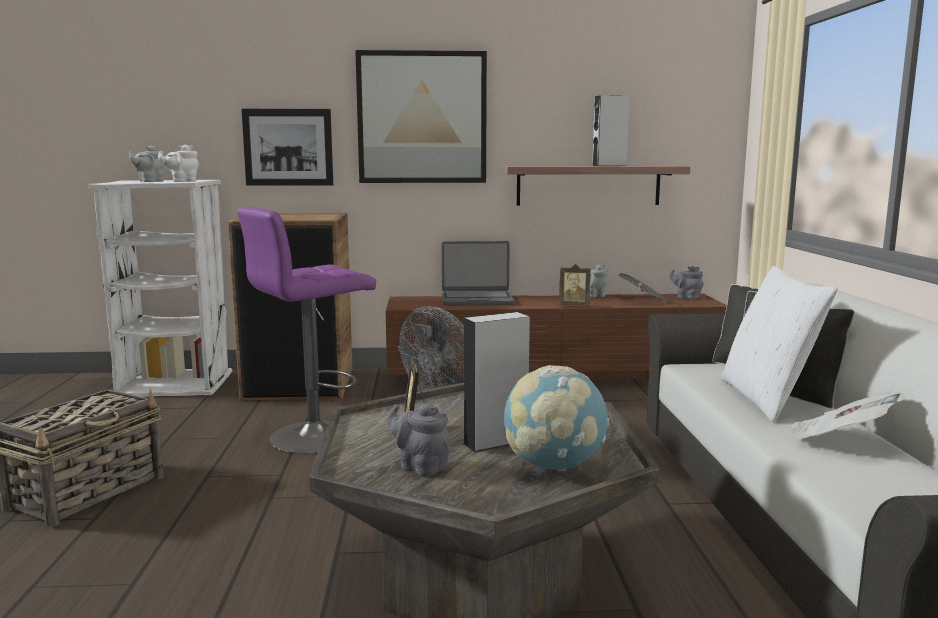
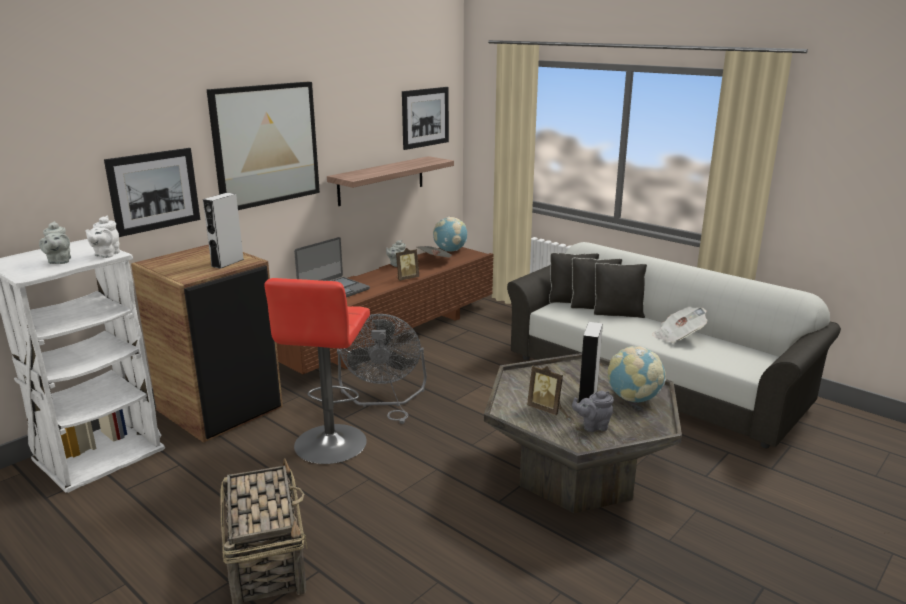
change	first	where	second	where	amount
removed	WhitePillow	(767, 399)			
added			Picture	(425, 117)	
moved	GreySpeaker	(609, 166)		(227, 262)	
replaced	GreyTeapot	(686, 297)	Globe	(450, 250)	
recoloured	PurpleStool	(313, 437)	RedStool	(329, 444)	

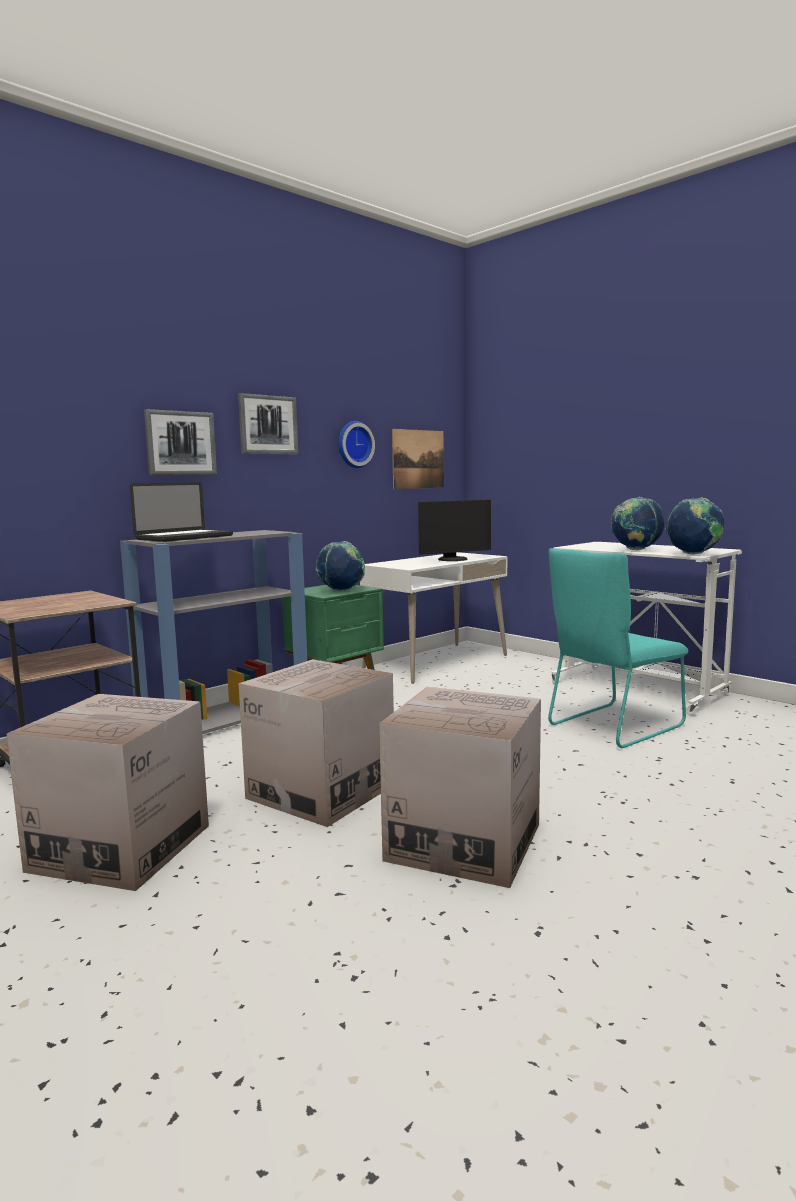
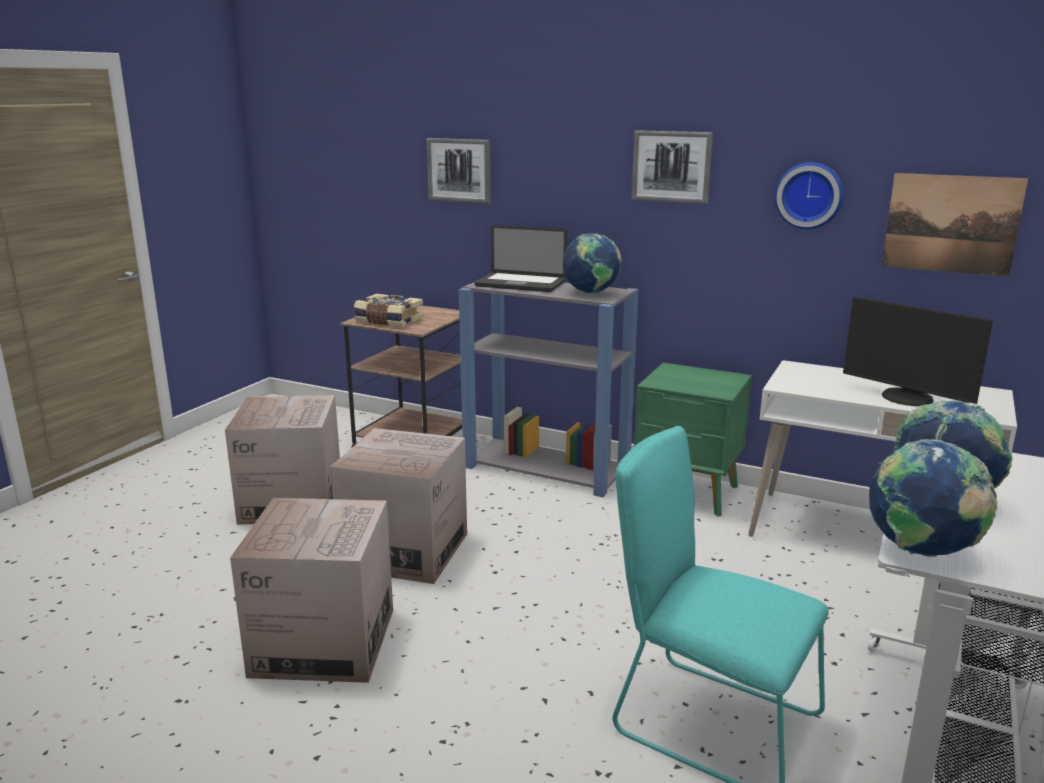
change	first	where	second	where	amount
added			Book	(388, 321)	
moved	Picture	(180, 443)		(459, 170)	
moved	Globe	(341, 591)		(591, 294)	

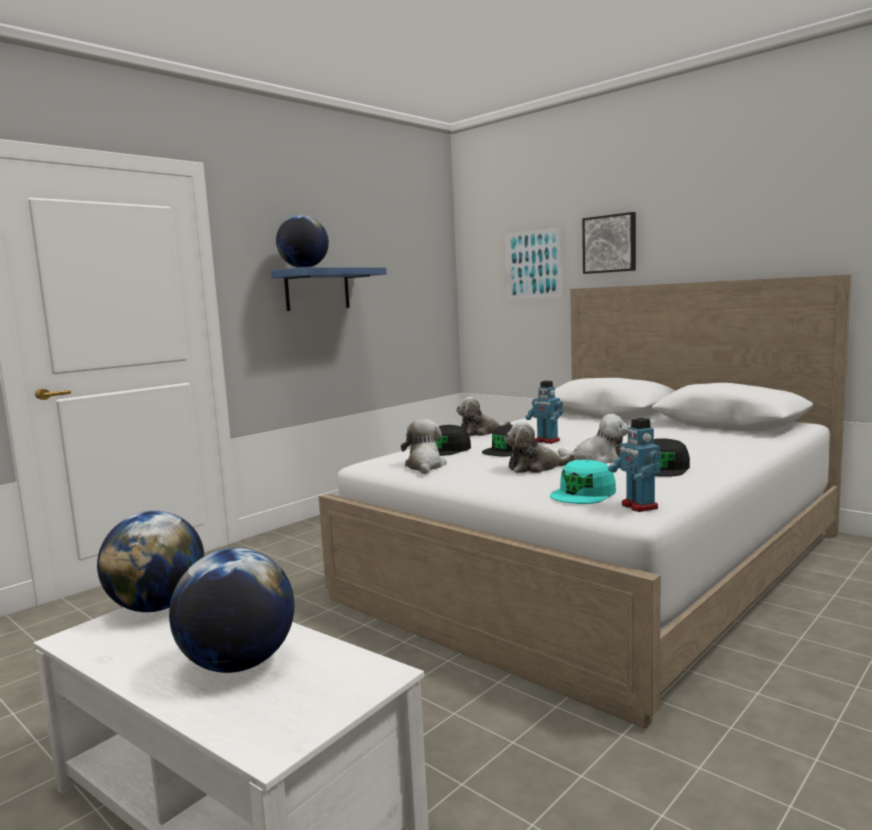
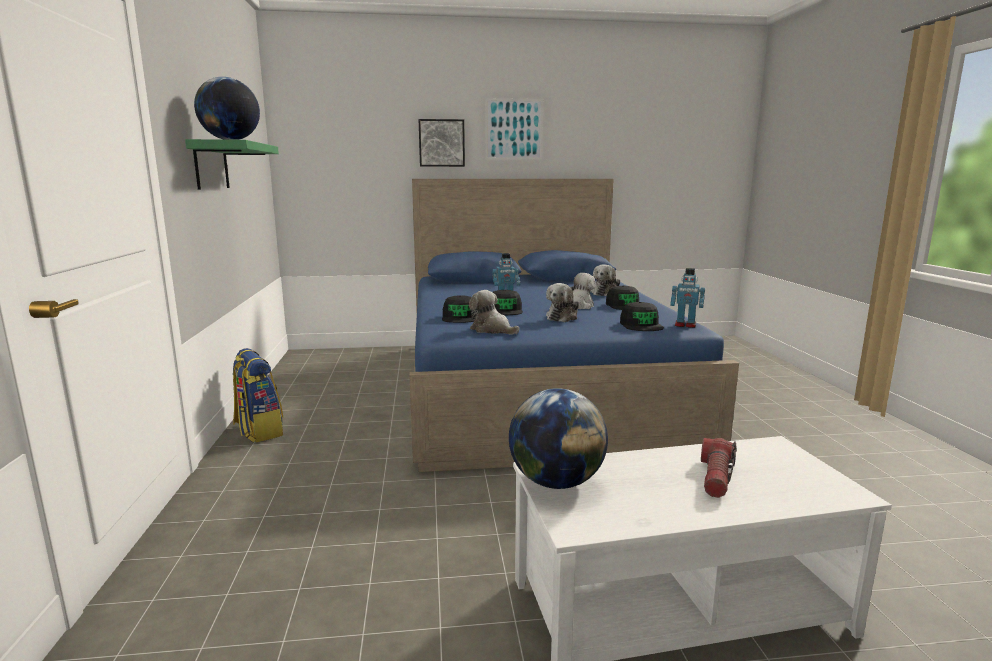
change	first	where	second	where	amount
added			Backpack	(258, 431)	
moved	PlushToy	(480, 432)		(605, 293)	
moved	Picture	(533, 264)		(514, 129)	
replaced	Globe	(239, 664)	Flashlight	(716, 477)	
recoloured	BlueShelf	(317, 289)	GreenShelf	(211, 166)	
recoloured	WhiteBed	(601, 564)	BlueBed	(536, 387)	
recoloured	TurquoiseCap	(583, 494)	BlackCap	(641, 325)	

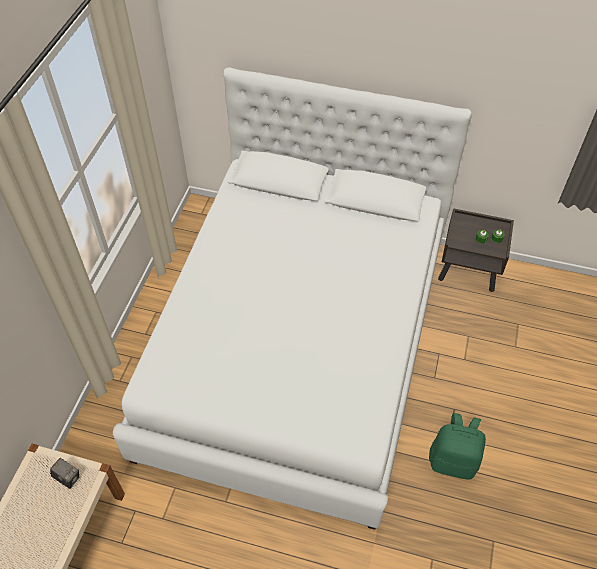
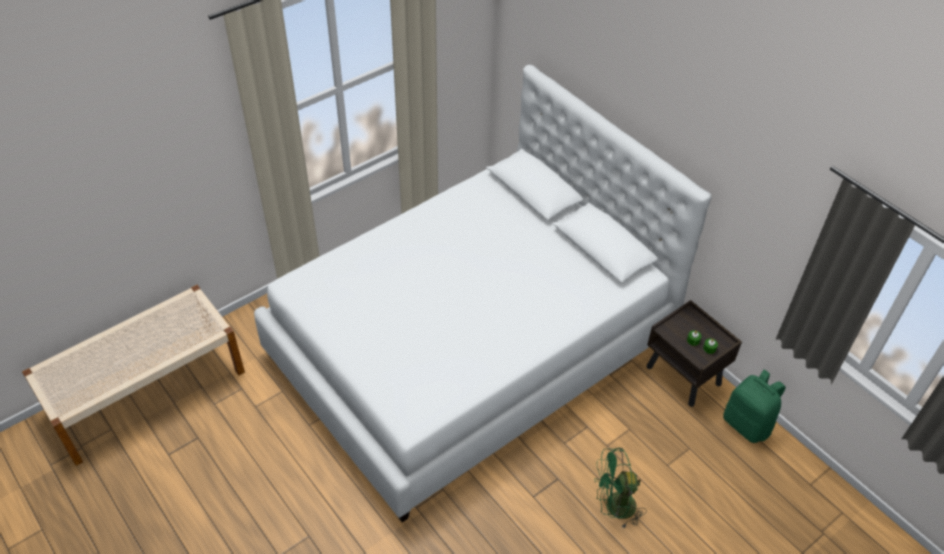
change	first	where	second	where	amount
removed	PhotoCamera	(68, 478)			
added			GreenFan	(614, 507)	
moved	GreenBackpack	(453, 461)		(747, 424)	

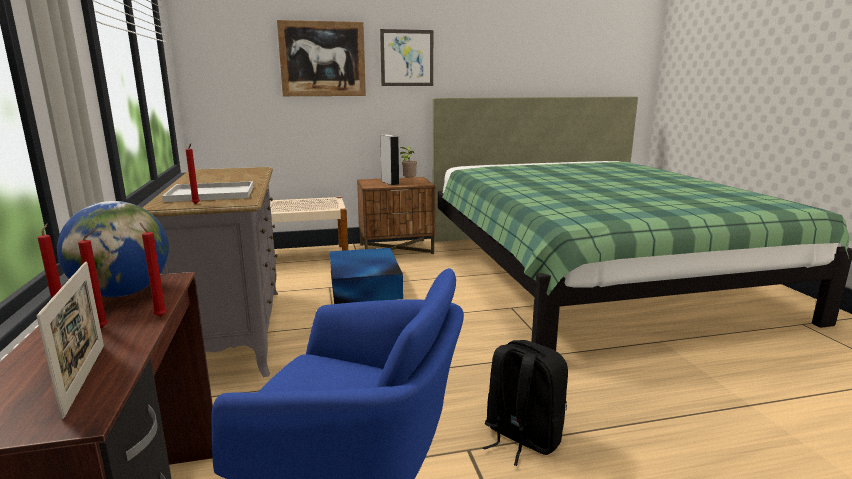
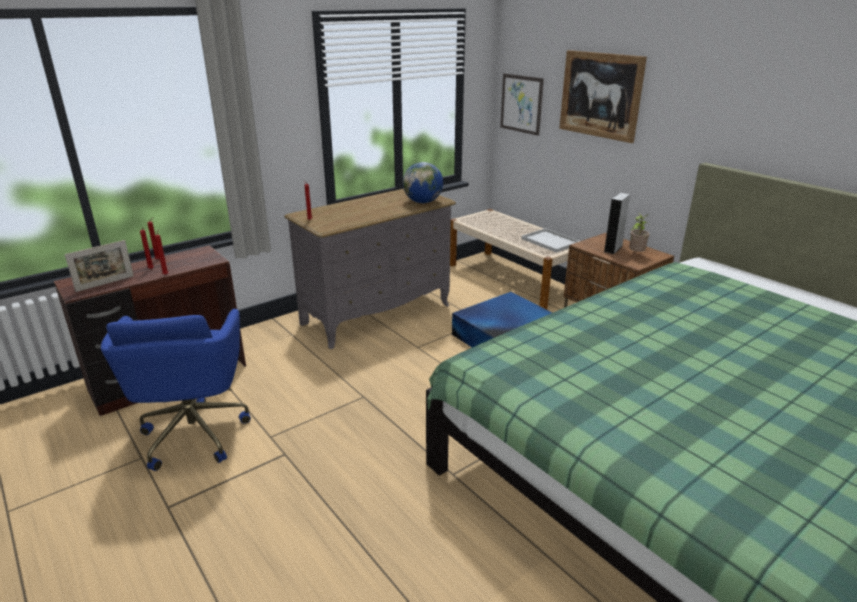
change	first	where	second	where	amount
removed	BlackBackpack	(521, 437)			
moved	Globe	(123, 293)		(423, 202)	
moved	WhiteTray	(209, 194)		(549, 241)	
moved	Picture	(407, 58)		(521, 104)	

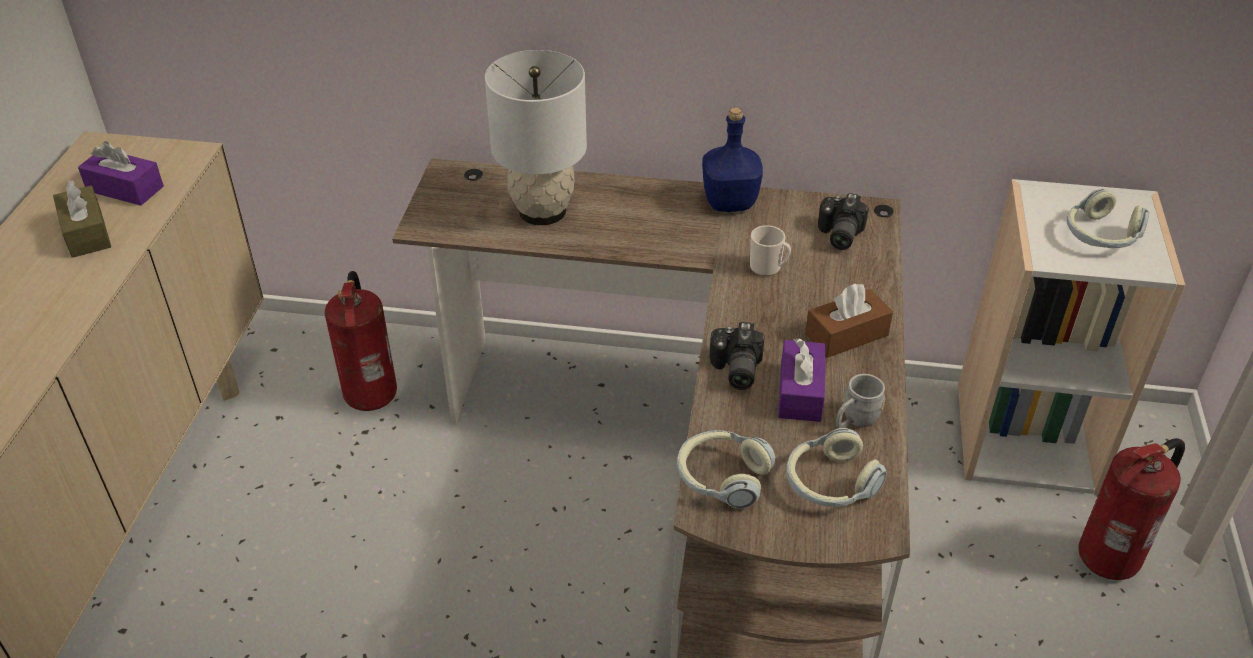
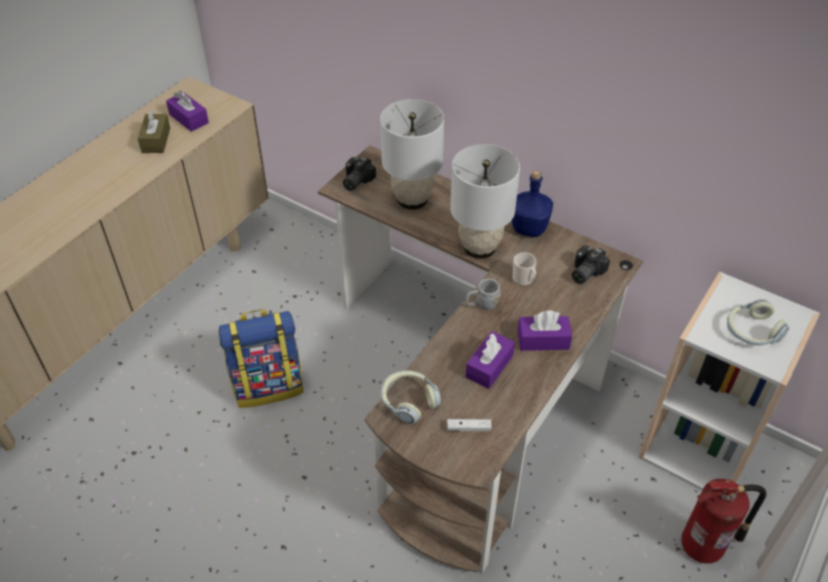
change	first	where	second	where	amount
removed	FireExtinguisher	(372, 393)			
added			Backpack	(268, 385)	
added			WhiteTableLamp	(479, 247)	
moved	PhotoCamera	(734, 370)		(355, 181)	
moved	GreyMug	(854, 421)		(482, 305)	
replaced	Headphones	(830, 483)	WhiteGameController	(468, 428)	
recoloured	BrownTissueBox	(846, 335)	PurpleTissueBox	(543, 340)	

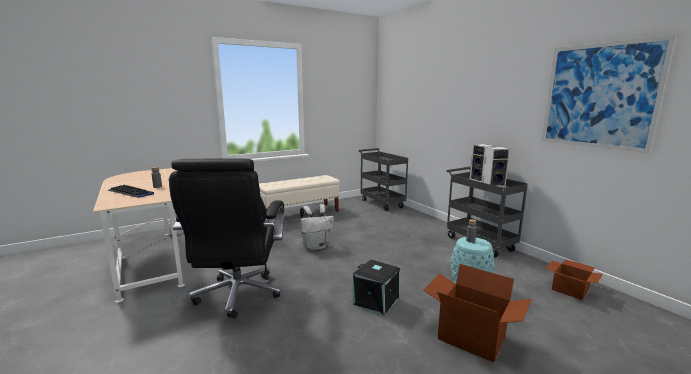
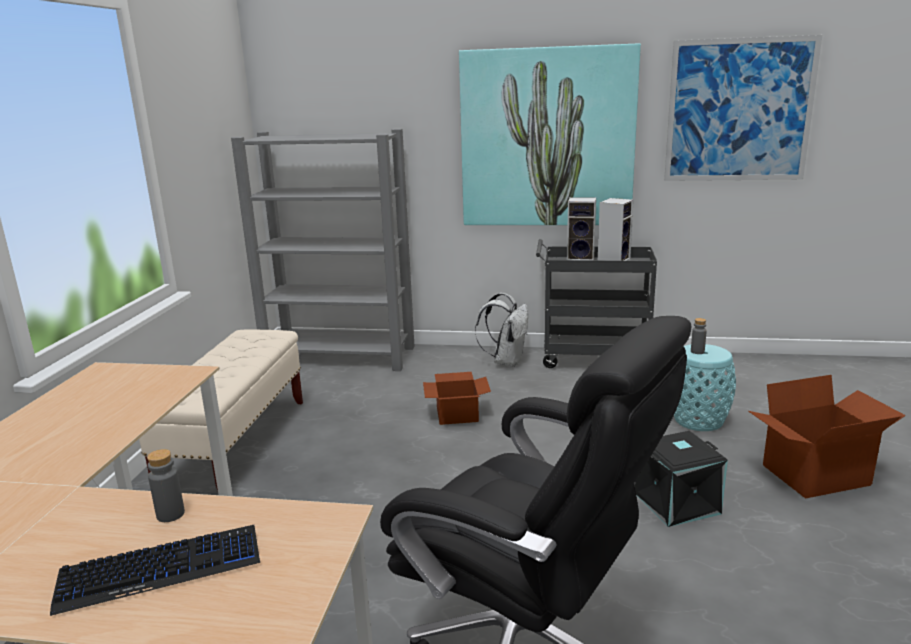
change	first	where	second	where	amount
added			Picture	(547, 138)	
moved	WhiteBackpack	(315, 246)		(506, 361)	
moved	CardboardBox	(570, 289)		(458, 413)	
replaced	GreyCart	(381, 204)	GreyBookcase	(340, 356)	

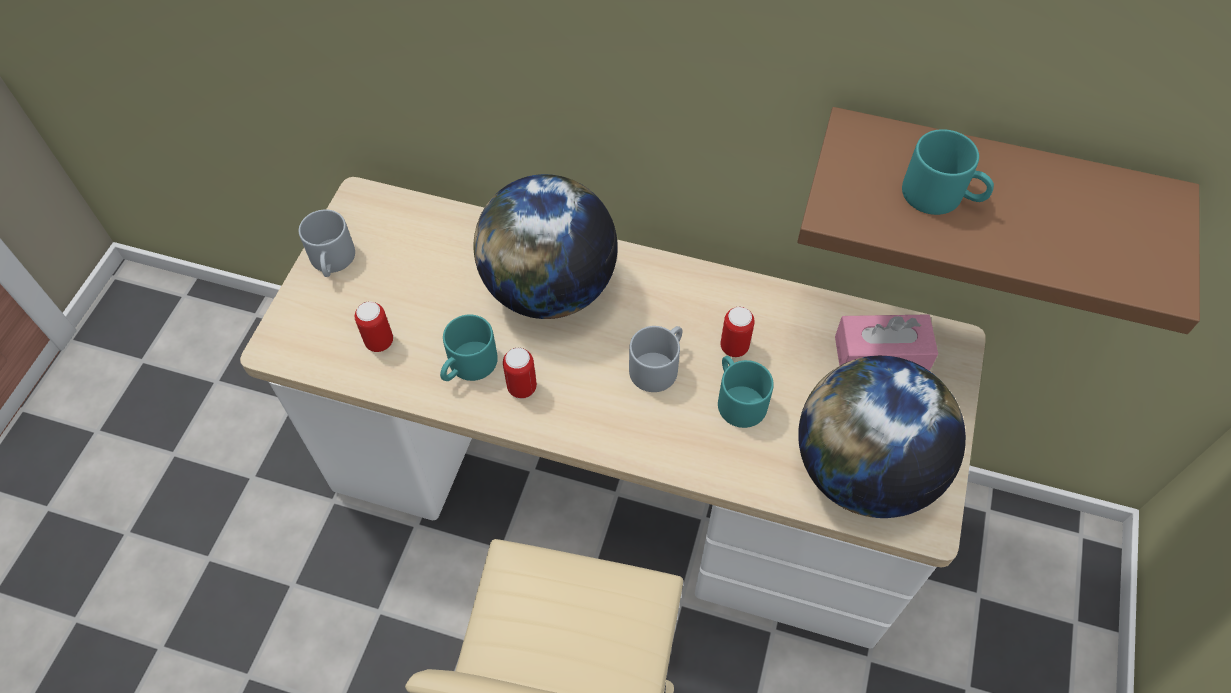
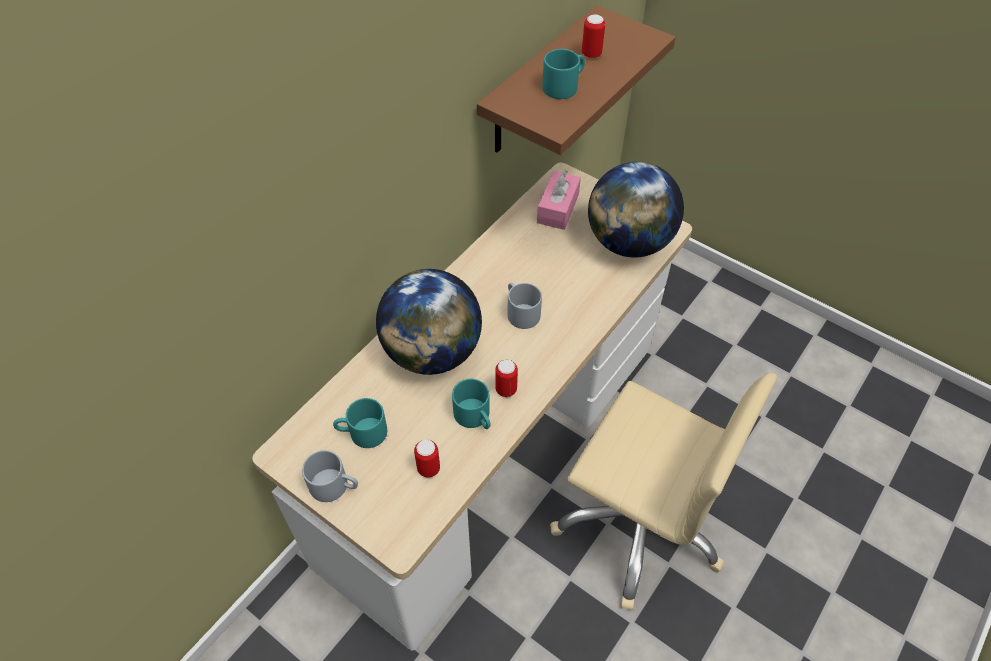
change	first	where	second	where	amount
moved	TurquoiseMug	(736, 399)		(362, 433)	
moved	Can	(734, 347)		(591, 54)	

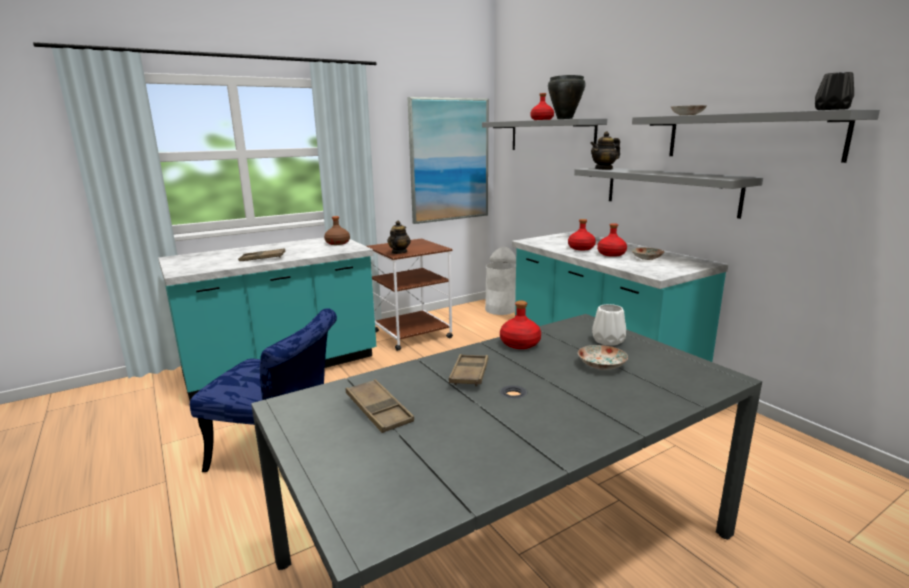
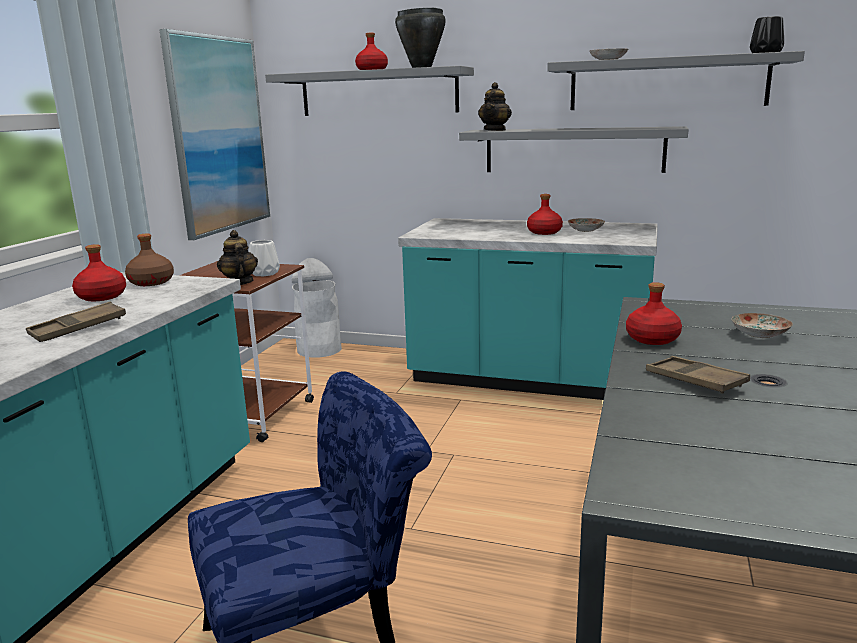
change	first	where	second	where	amount
removed	BrownTray	(379, 410)			
moved	RedBottle	(581, 248)		(101, 297)	
moved	WhiteVase	(608, 340)		(265, 273)	

